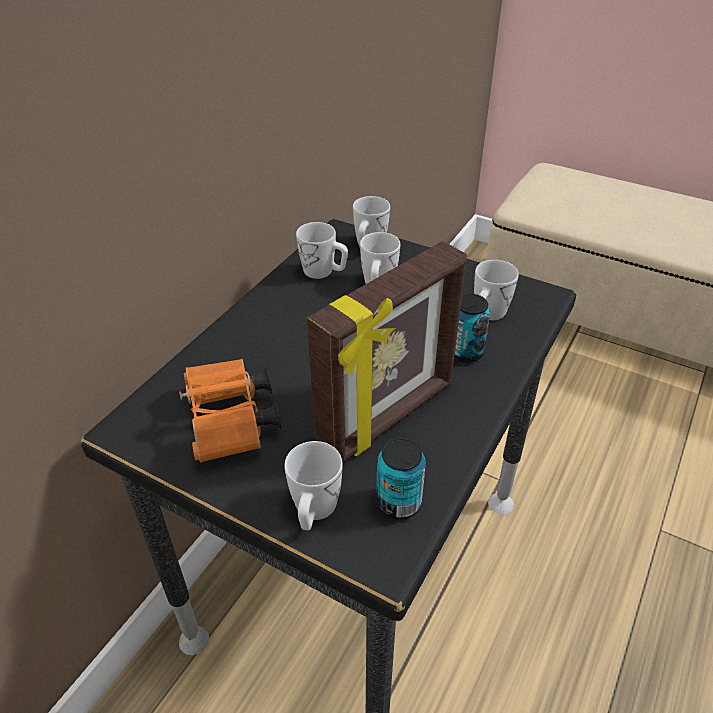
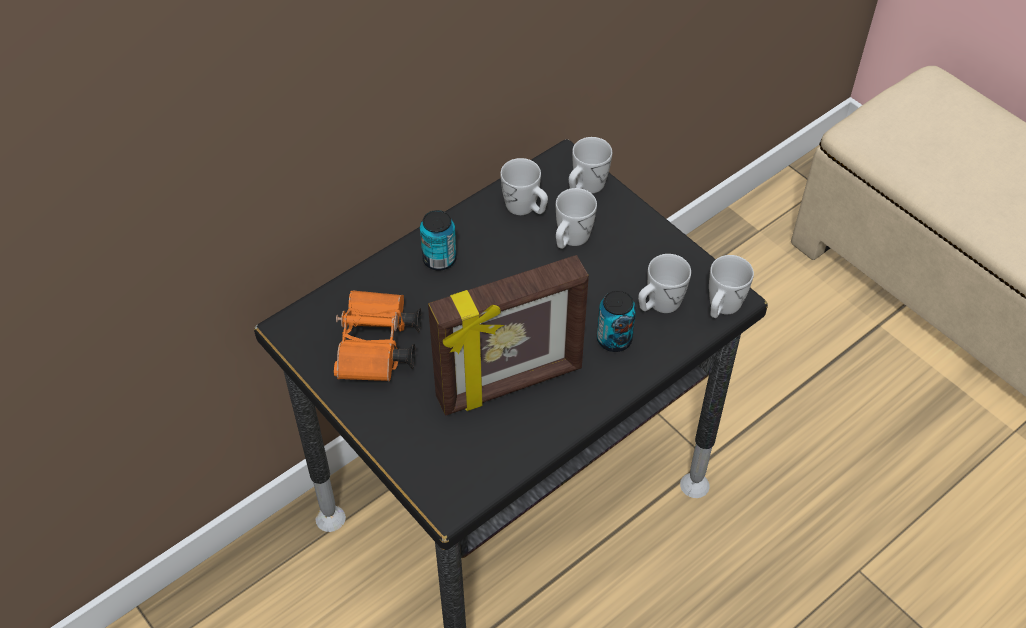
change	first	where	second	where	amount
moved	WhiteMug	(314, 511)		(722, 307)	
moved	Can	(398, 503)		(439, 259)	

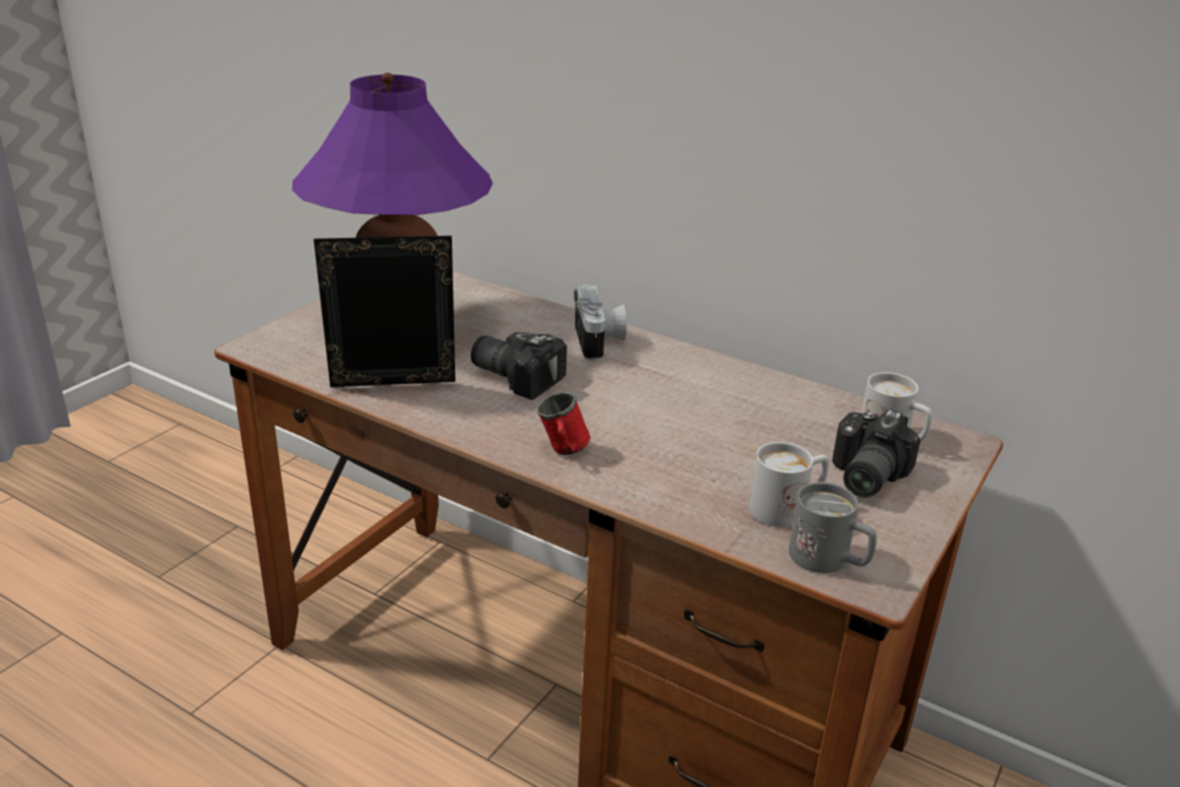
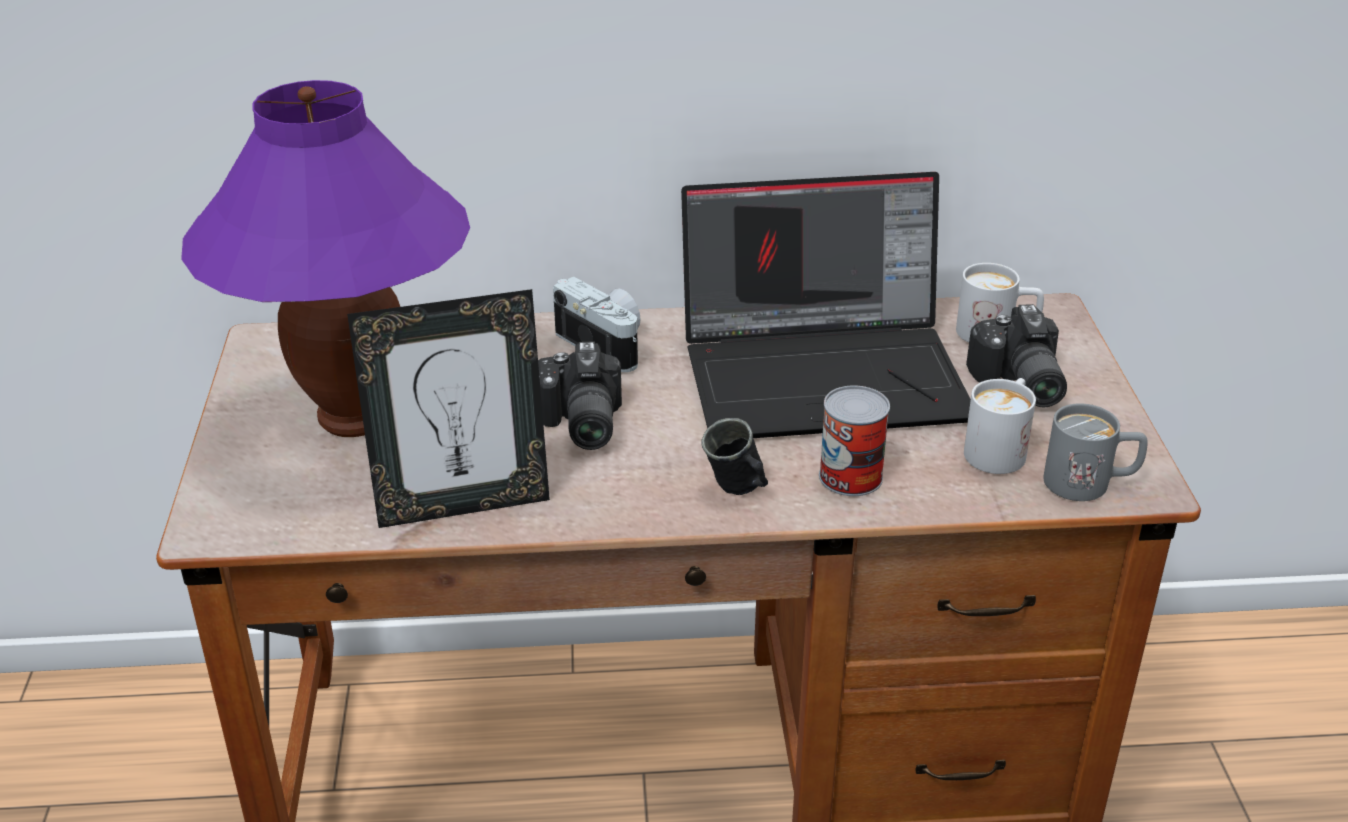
change	first	where	second	where	amount
added			Laptop	(826, 373)	
added			Can	(850, 476)	
recoloured	RedMug	(563, 452)	BlackMug	(738, 491)	
turned	PictureFrame	(393, 389)		(463, 505)	150 degrees counterclockwise
turned	PhotoCamera	(518, 376)		(578, 424)	90 degrees counterclockwise

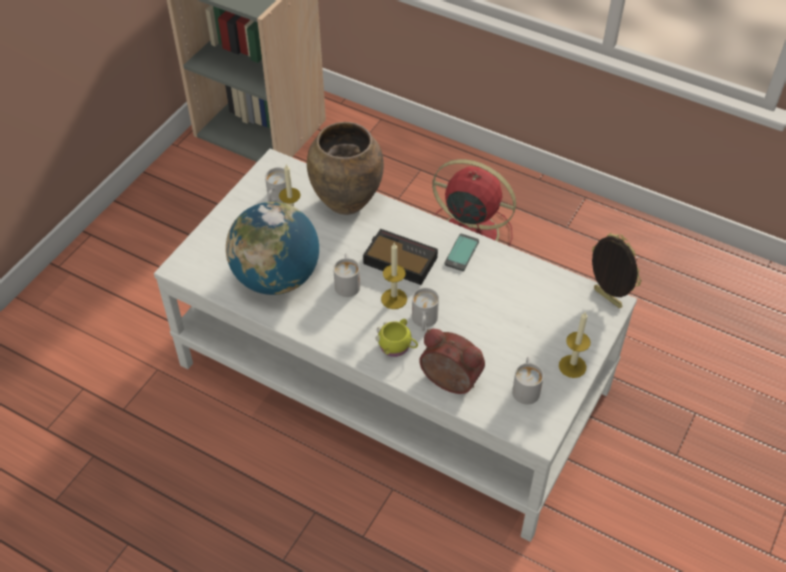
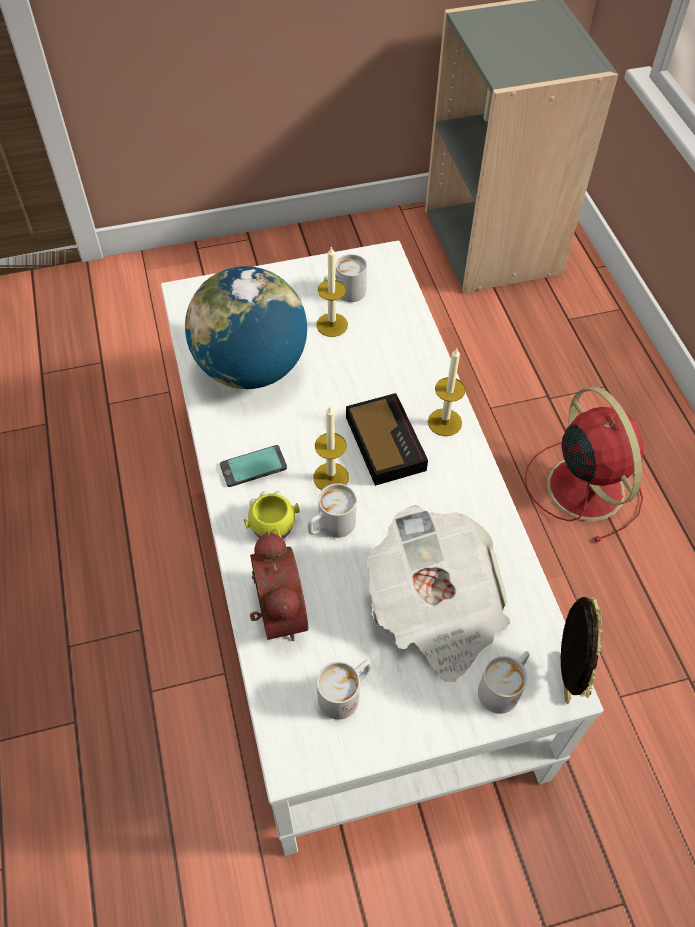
change	first	where	second	where	amount
removed	BrownVase	(346, 202)			
added			Newspaper	(436, 610)	
moved	WhiteMug	(347, 282)		(504, 686)	
moved	Phone	(462, 253)		(253, 467)	
moved	Candle	(572, 366)		(444, 422)	

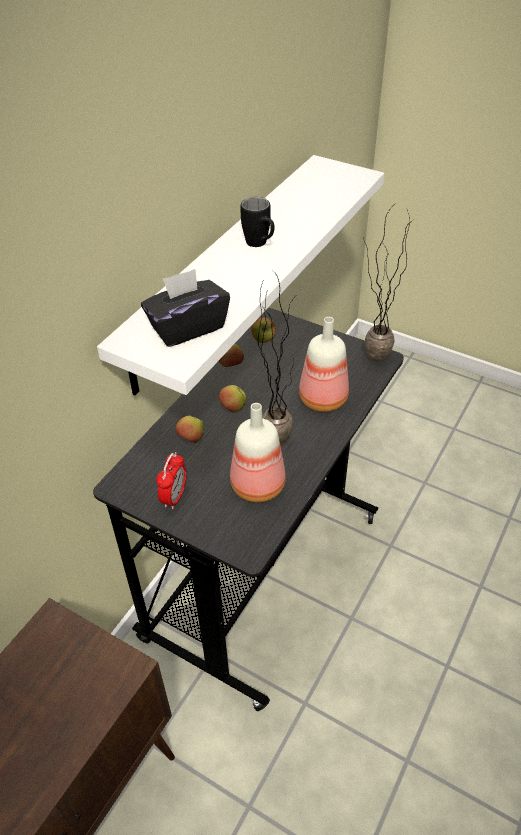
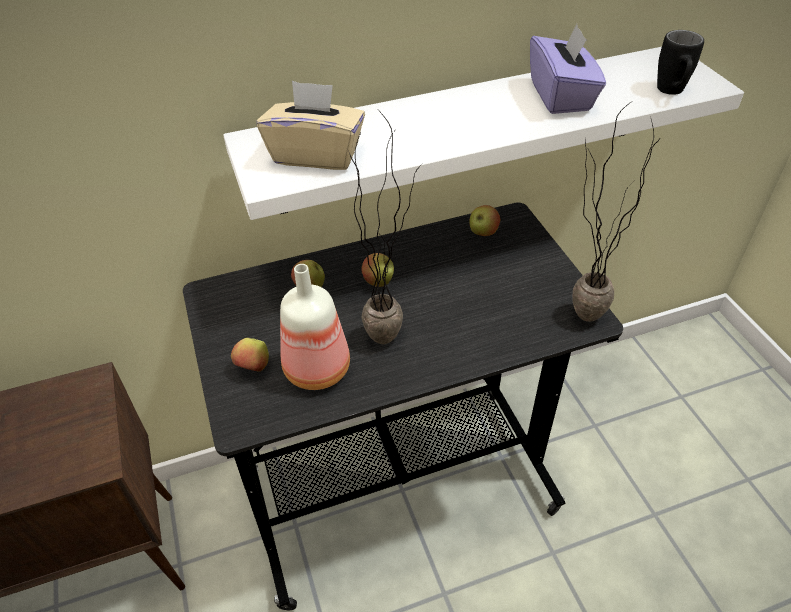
change	first	where	second	where	amount
removed	AlarmClock	(174, 497)			
removed	Bottle	(321, 398)			
added			PurpleTissueBox	(561, 96)	
moved	Apple	(231, 366)		(253, 367)	
moved	BlackMug	(260, 245)		(671, 93)	
recoloured	BlackTissueBox	(187, 327)	BeigeTissueBox	(316, 154)	

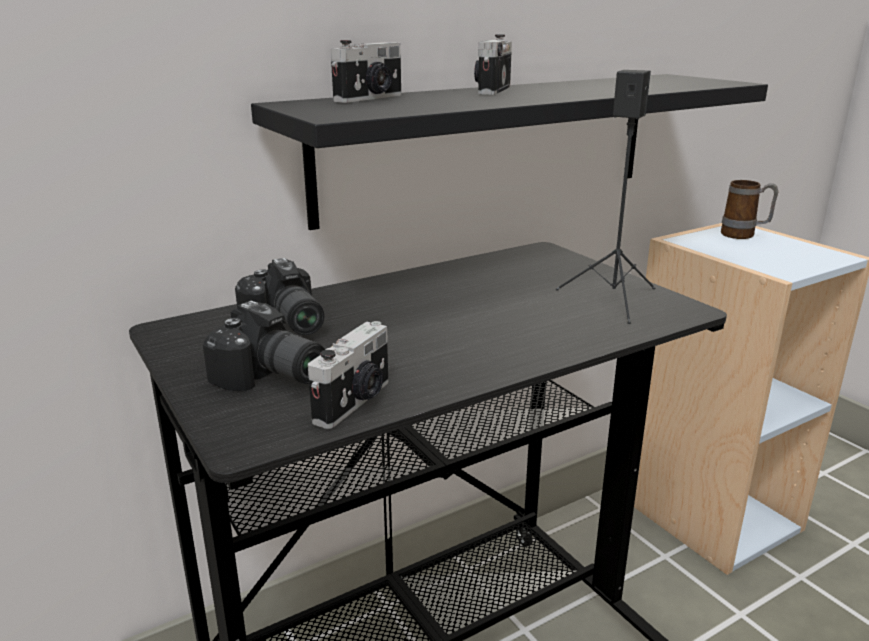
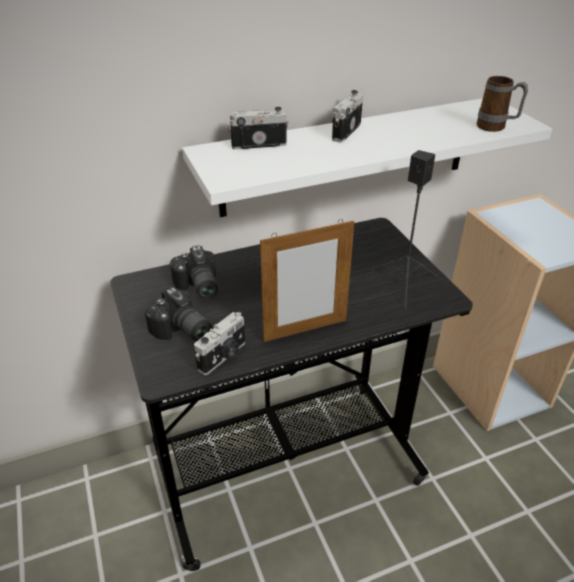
change	first	where	second	where	amount
added			PictureFrame	(305, 330)	
moved	Mug	(744, 235)		(496, 128)	
recoloured	BlackShelf	(491, 144)	WhiteShelf	(348, 156)	
turned	PhotoCamera	(371, 98)		(258, 144)	150 degrees counterclockwise

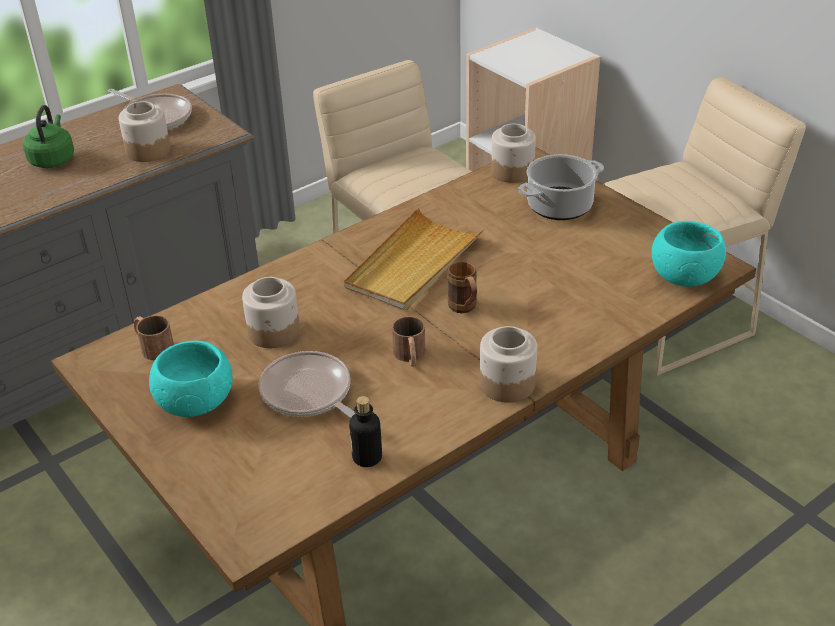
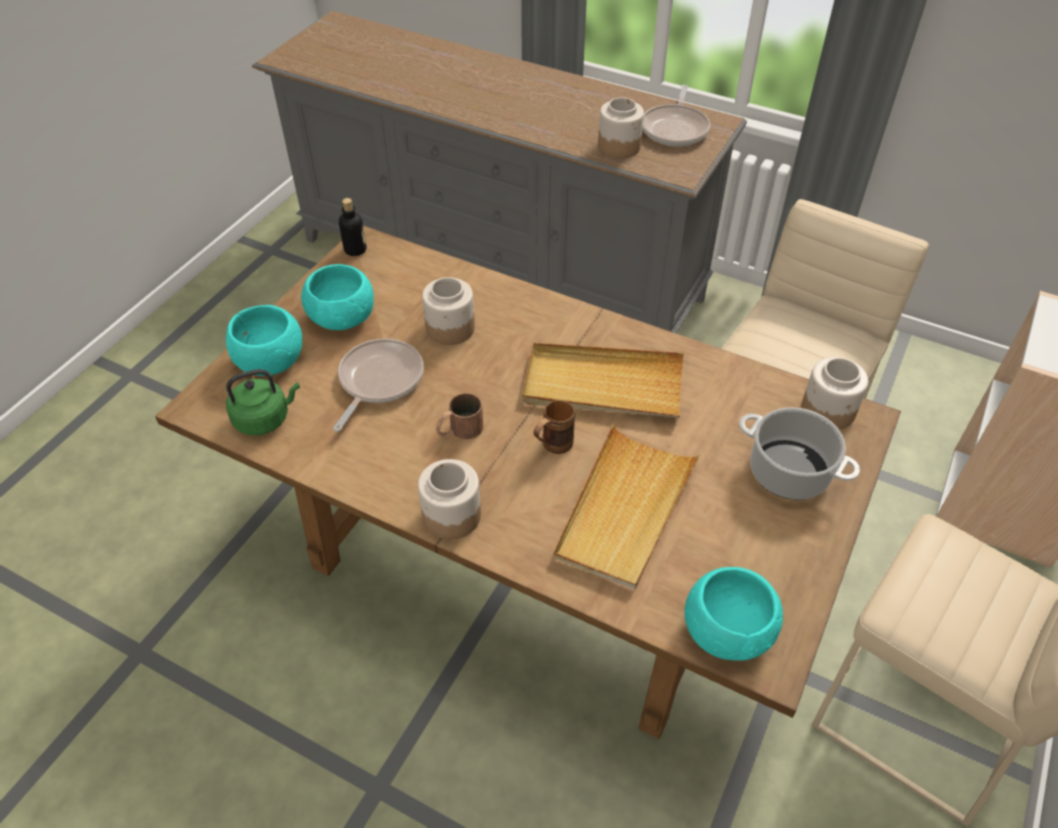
change	first	where	second	where	amount
removed	BrownMug	(153, 346)			
added			TurquoiseBowl	(271, 360)	
added			BeigeTray	(625, 509)	
moved	GreenKettle	(53, 159)		(265, 418)	
moved	Bottle	(367, 457)		(355, 250)	

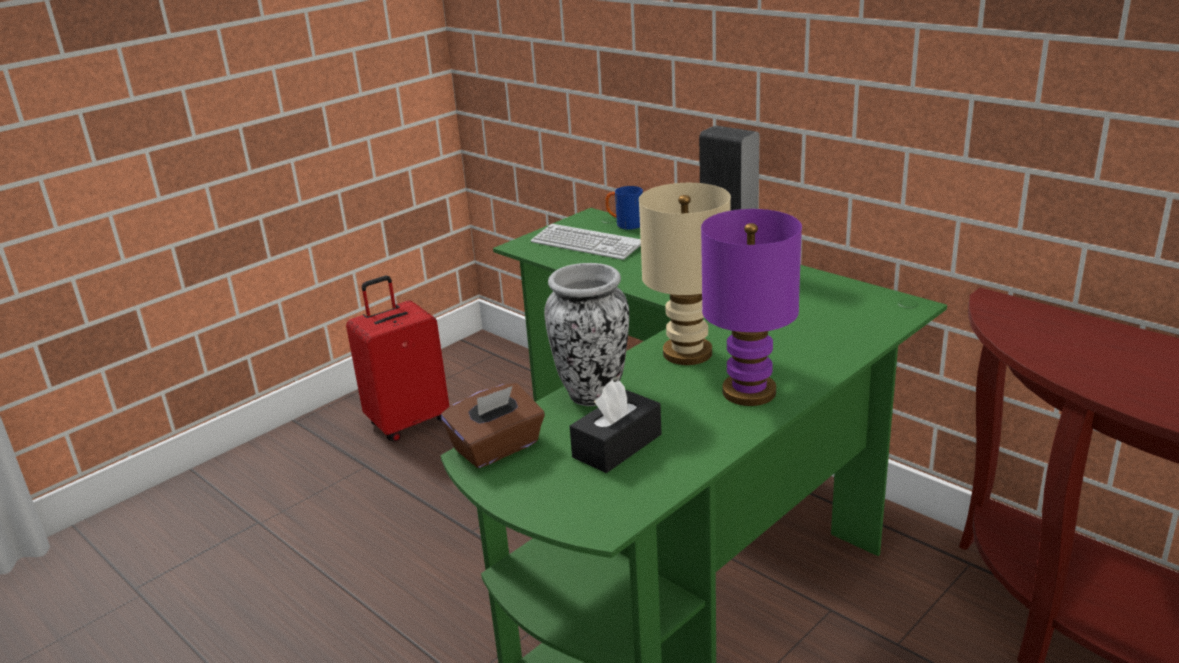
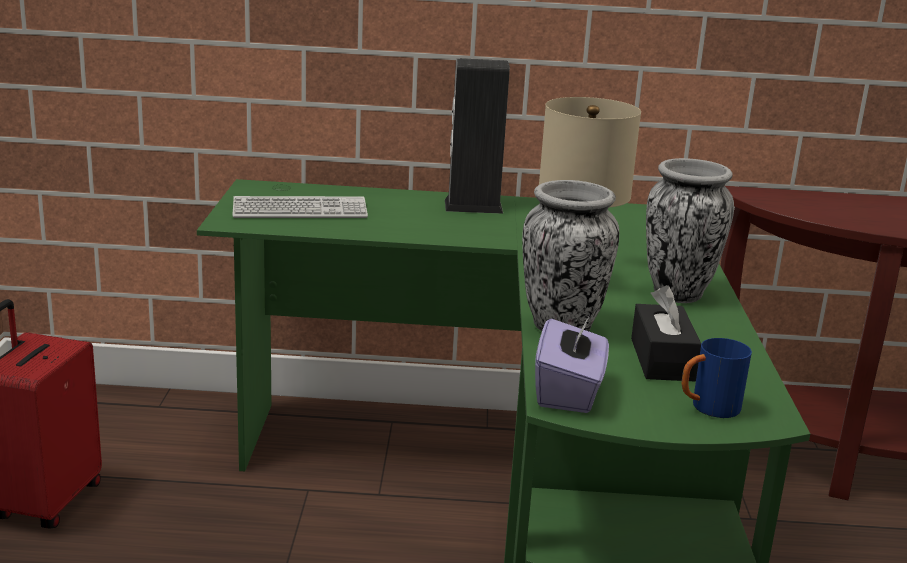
change	first	where	second	where	amount
moved	BlueMug	(624, 225)		(707, 409)	
replaced	PurpleTableLamp	(749, 391)	Vase	(677, 294)	
recoloured	BrownTissueBox	(497, 448)	PurpleTissueBox	(569, 392)	

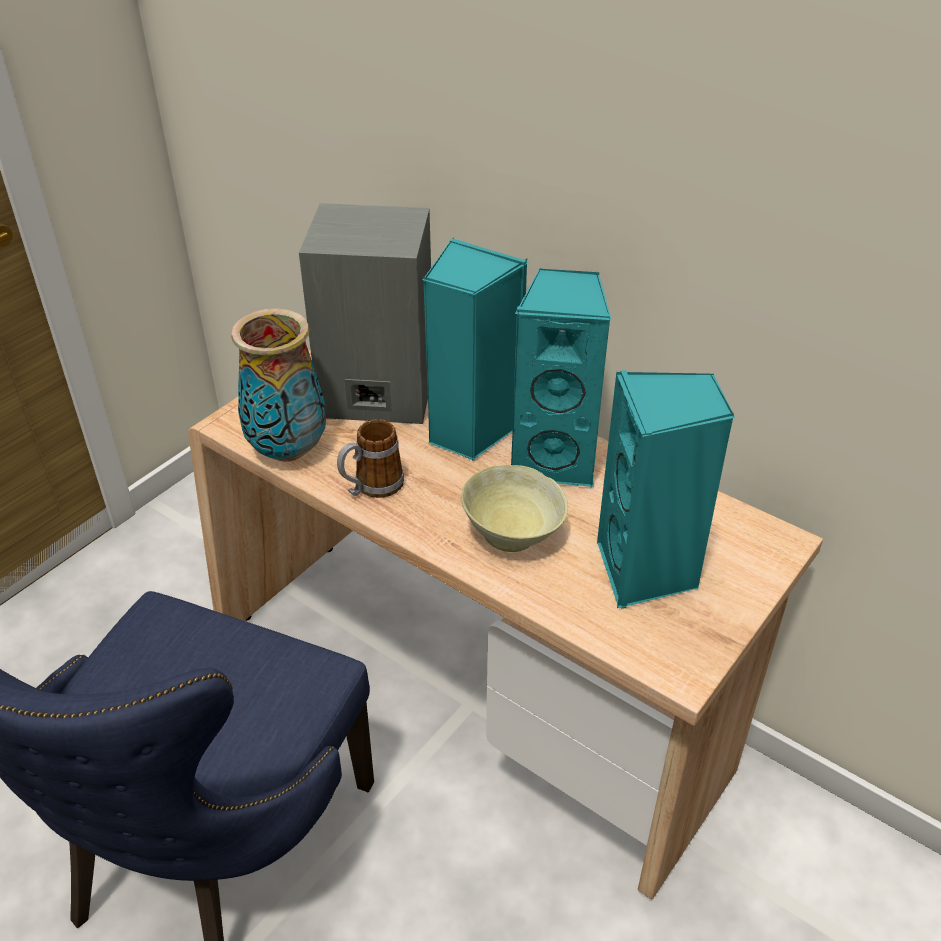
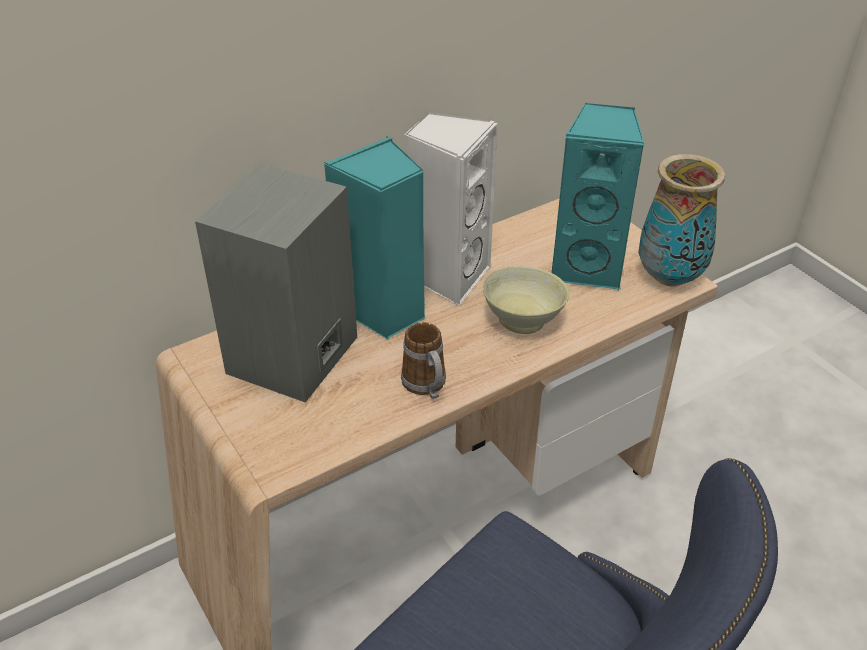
change	first	where	second	where	amount
moved	Vase	(289, 450)		(669, 276)	
recoloured	TurquoiseSpeaker	(555, 460)	WhiteSpeaker	(448, 276)	

